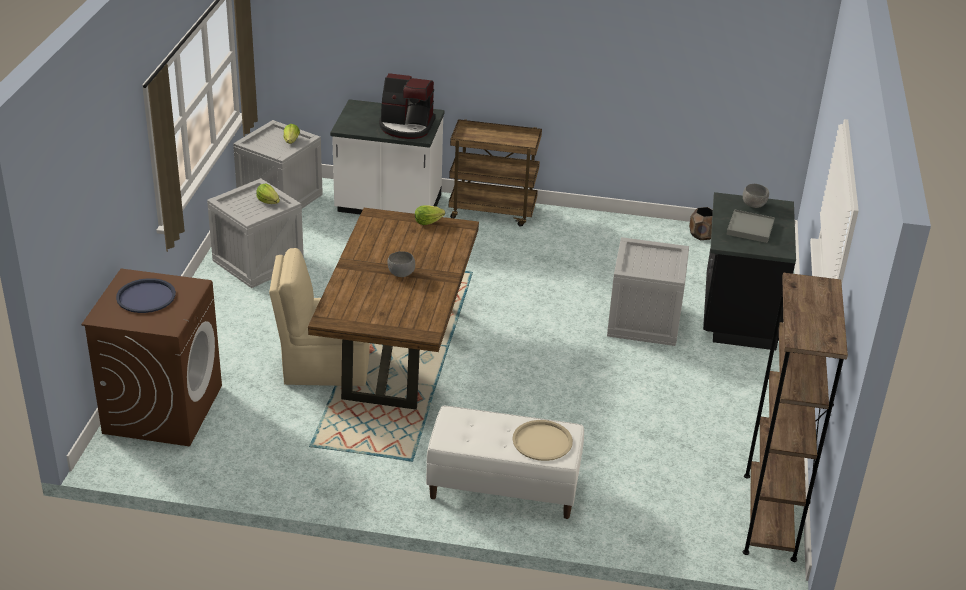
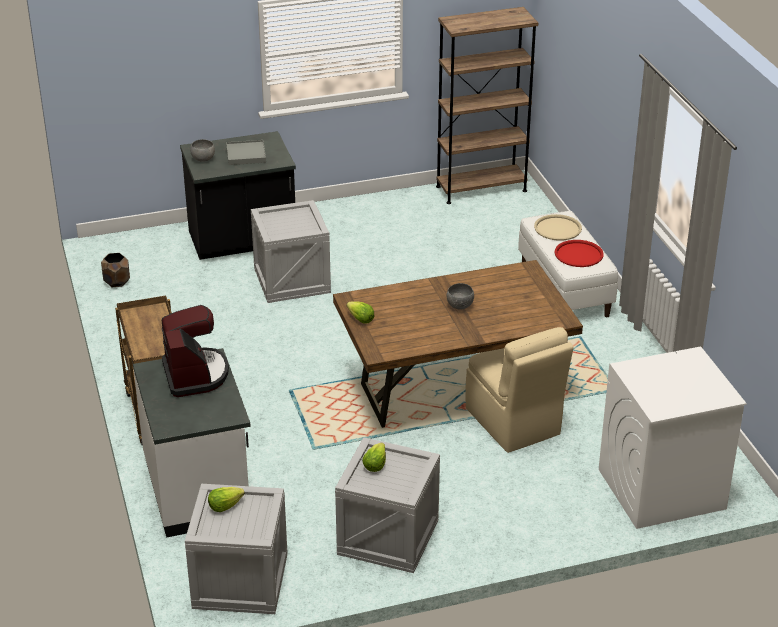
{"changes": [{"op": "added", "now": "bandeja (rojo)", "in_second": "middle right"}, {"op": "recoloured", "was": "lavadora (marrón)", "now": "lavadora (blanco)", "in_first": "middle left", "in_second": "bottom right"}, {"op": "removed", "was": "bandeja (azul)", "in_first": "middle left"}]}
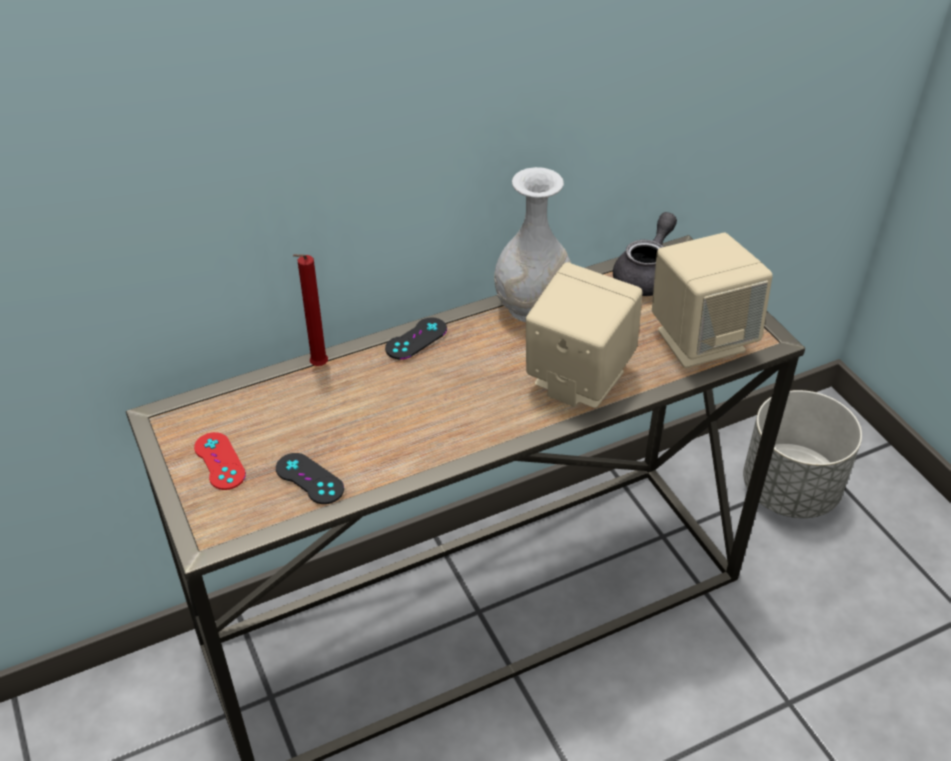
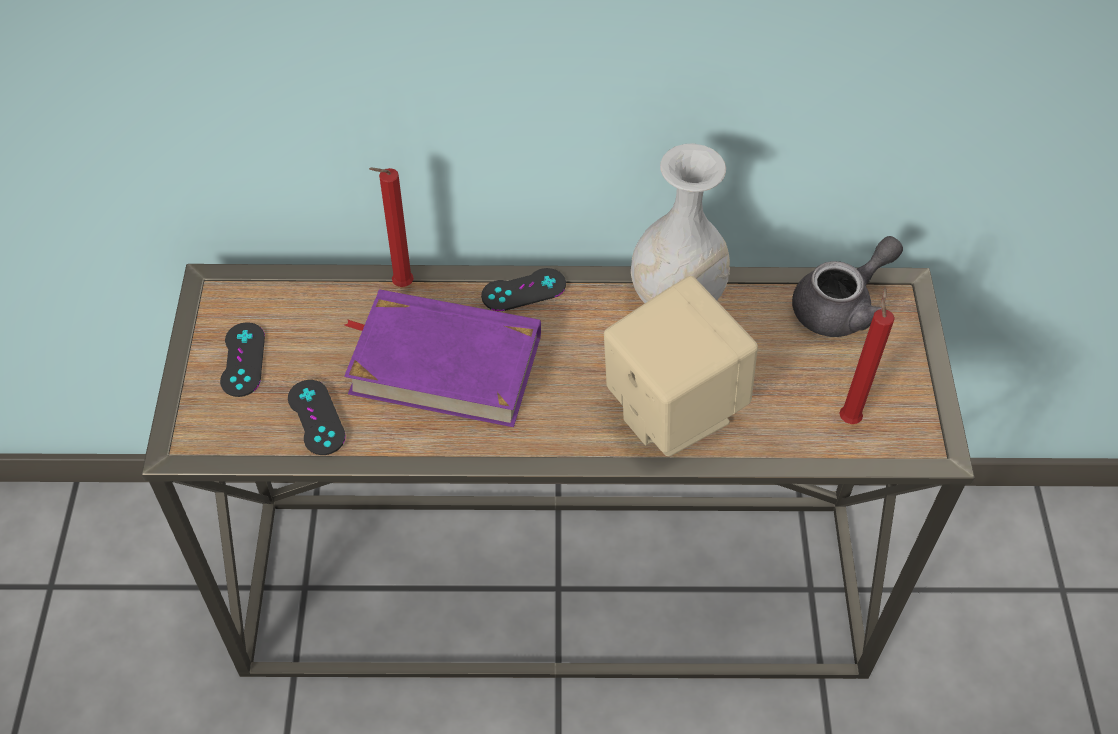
{"changes": [{"op": "recoloured", "was": "mando de consola (rojo)", "now": "mando de consola (negro) (1st from left)", "in_first": "middle left", "in_second": "middle left"}, {"op": "added", "now": "libro (morado)", "in_second": "centre"}, {"op": "replaced", "was": "altavoz (beis) (2nd from left)", "now": "vela (rojo) (2nd from left)", "in_first": "middle right", "in_second": "middle right"}, {"op": "removed", "was": "maceta (gris)", "in_first": "middle right"}]}
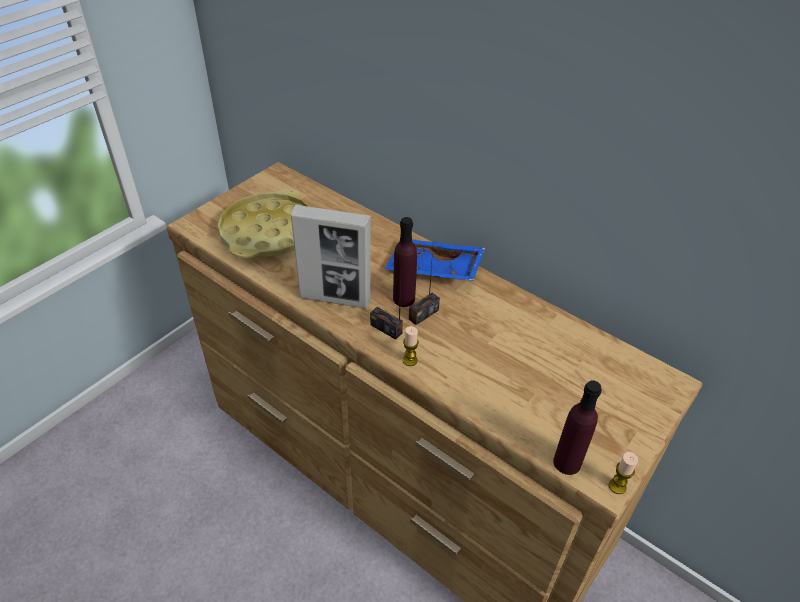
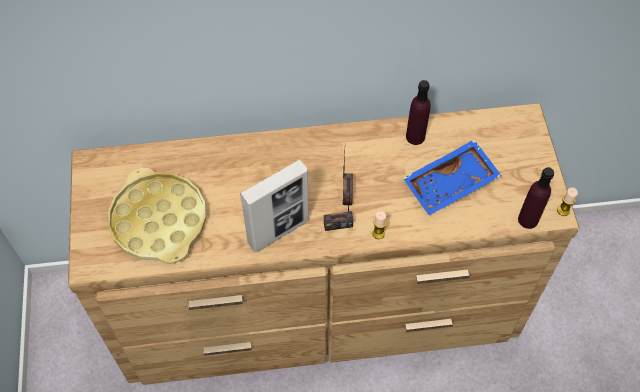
{"changes": [{"op": "moved", "was": "bandeja (azul)", "in_first": "centre", "in_second": "middle right"}, {"op": "moved", "was": "botella (morado) (1st from left)", "in_first": "centre", "in_second": "top centre"}]}
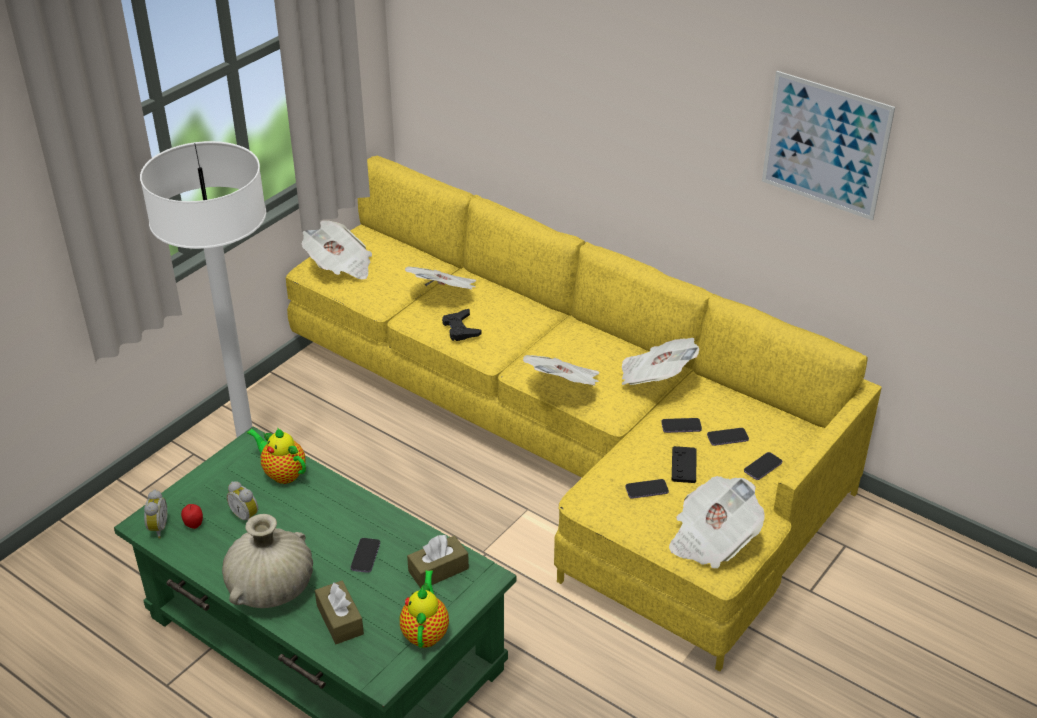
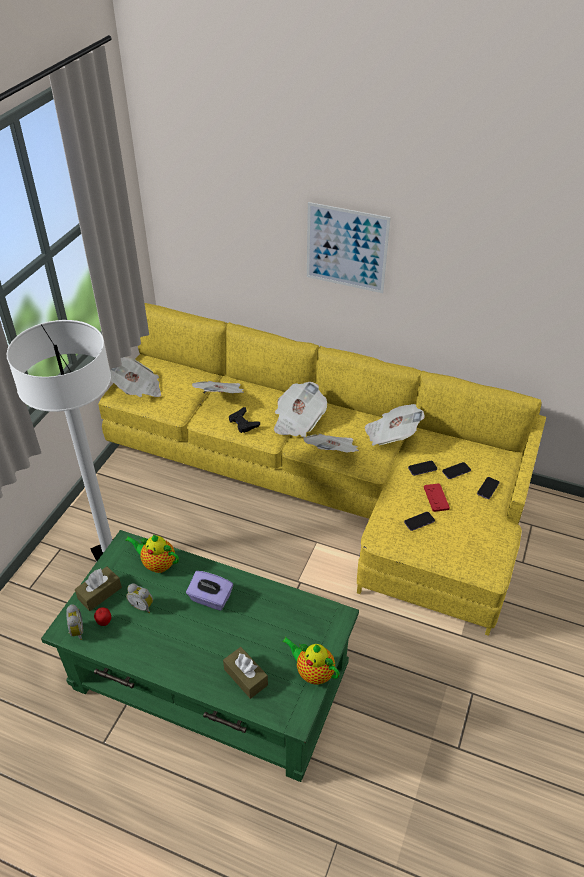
{"changes": [{"op": "moved", "was": "caja de pañuelos (marrón) (2nd from left in the first image)", "now": "caja de pañuelos (marrón) (1st from left)", "in_first": "bottom centre", "in_second": "bottom left"}, {"op": "added", "now": "caja de pañuelos (morado)", "in_second": "bottom centre"}, {"op": "moved", "was": "periódico (5th from left in the first image)", "now": "periódico (3rd from left)", "in_first": "bottom right", "in_second": "centre"}, {"op": "turned", "was": "tetera (2nd from left)", "in_first": "bottom centre", "in_second": "bottom centre", "clockwise": -45}, {"op": "moved", "was": "cuadro", "in_first": "top right", "in_second": "top centre"}, {"op": "recoloured", "was": "mando de consola (negro) (2nd from left)", "now": "mando de consola (rojo)", "in_first": "centre", "in_second": "middle right"}, {"op": "removed", "was": "florero (beis)", "in_first": "bottom left"}, {"op": "removed", "was": "móvil (1st from left)", "in_first": "bottom centre"}]}
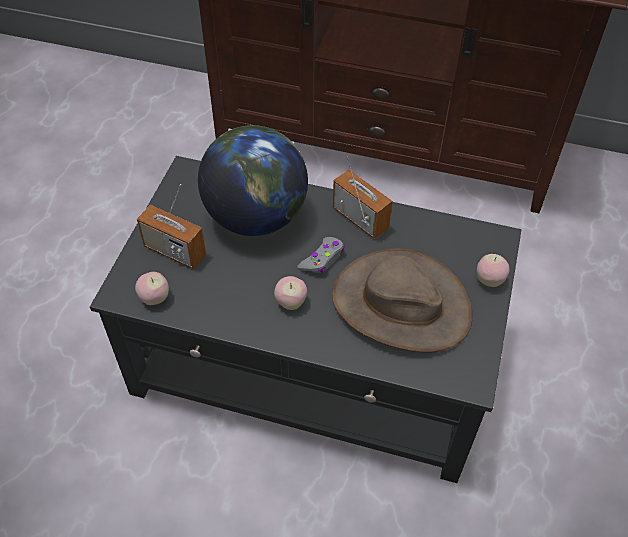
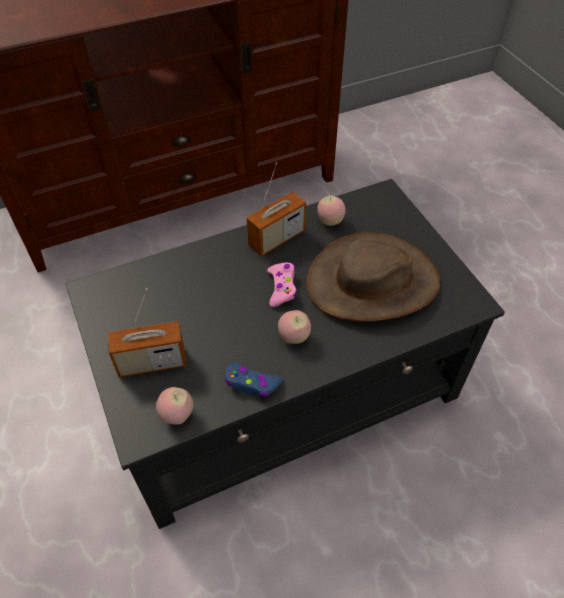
{"changes": [{"op": "added", "now": "mando de consola (azul)", "in_second": "centre"}, {"op": "turned", "was": "radio (2nd from left)", "in_first": "centre", "in_second": "centre", "clockwise": 135}, {"op": "recoloured", "was": "mando de consola (gris)", "now": "mando de consola (rosa)", "in_first": "centre", "in_second": "centre"}, {"op": "moved", "was": "manzana (3rd from left)", "in_first": "middle right", "in_second": "centre"}, {"op": "removed", "was": "globo terráqueo", "in_first": "centre"}]}
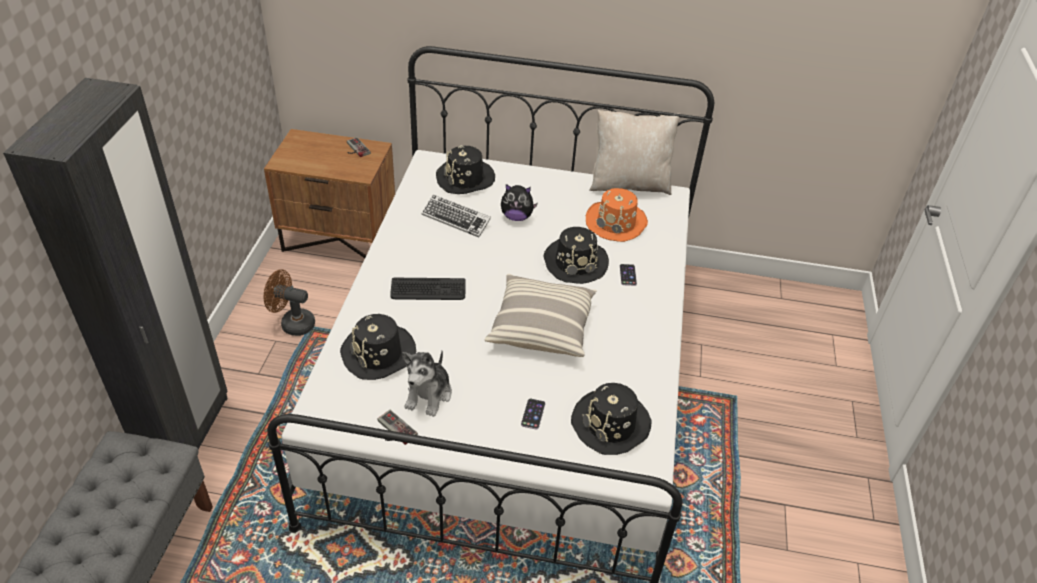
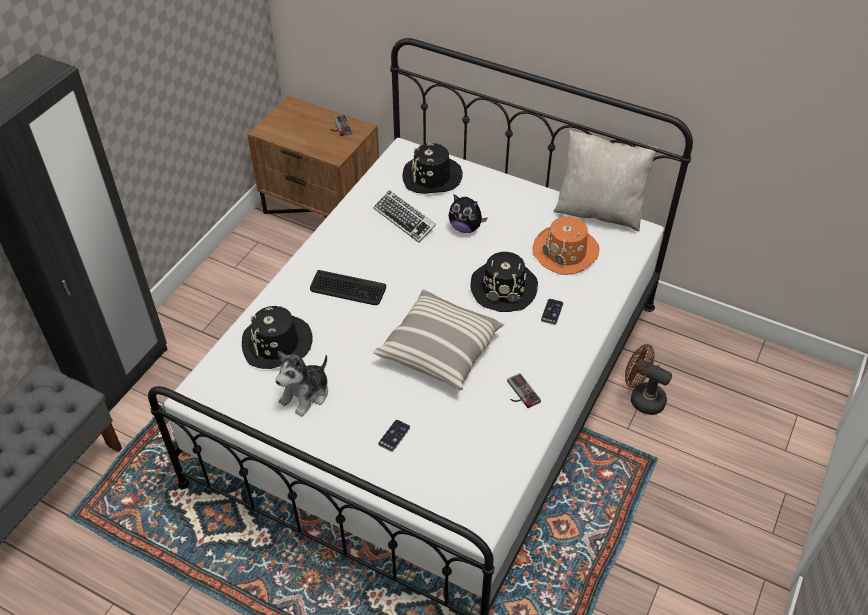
{"changes": [{"op": "moved", "was": "mando de consola (2nd from left)", "in_first": "bottom centre", "in_second": "centre"}, {"op": "moved", "was": "ventilador (marrón)", "in_first": "middle left", "in_second": "middle right"}, {"op": "removed", "was": "sombrero (negro) (4th from left)", "in_first": "bottom centre"}]}
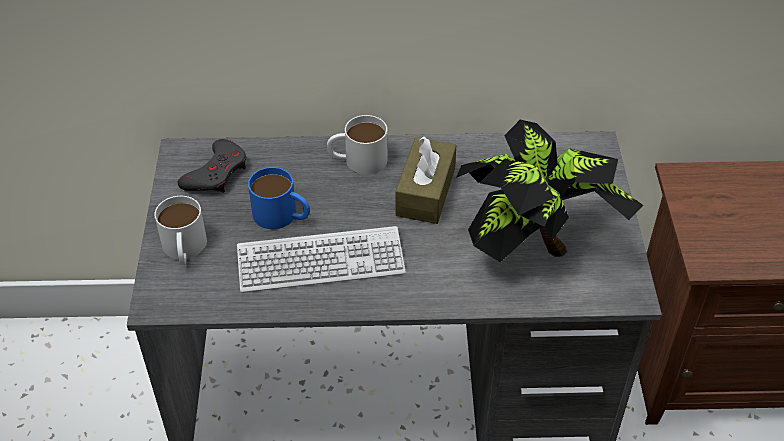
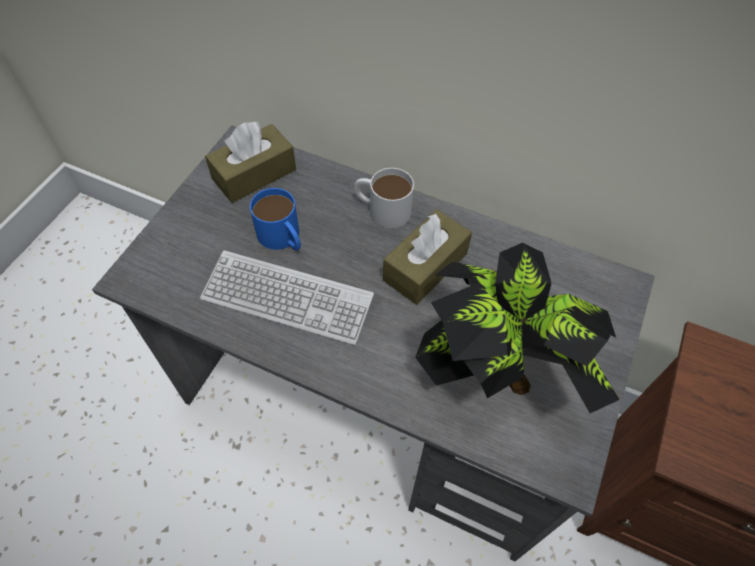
{"changes": [{"op": "replaced", "was": "mando de consola (gris)", "now": "caja de pañuelos (marrón) (1st from left)", "in_first": "middle left", "in_second": "top left"}, {"op": "removed", "was": "taza grande (blanco) (1st from left)", "in_first": "middle left"}]}
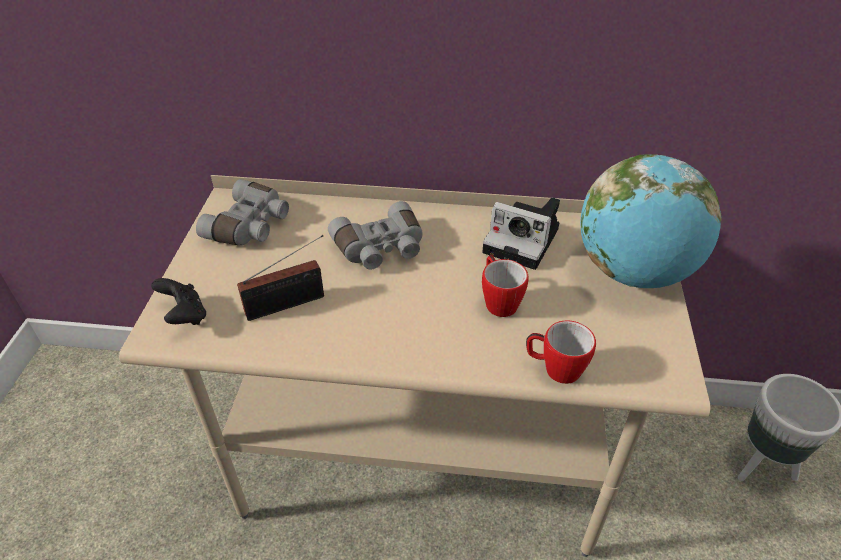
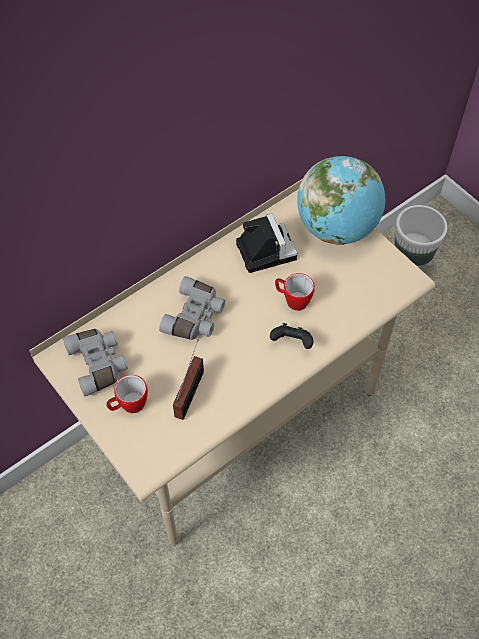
{"changes": [{"op": "moved", "was": "taza grande (2nd from left in the first image)", "now": "taza grande (1st from left)", "in_first": "middle right", "in_second": "middle left"}, {"op": "turned", "was": "cámara", "in_first": "centre", "in_second": "centre", "clockwise": -90}, {"op": "moved", "was": "mando de consola (negro)", "in_first": "middle left", "in_second": "centre"}]}
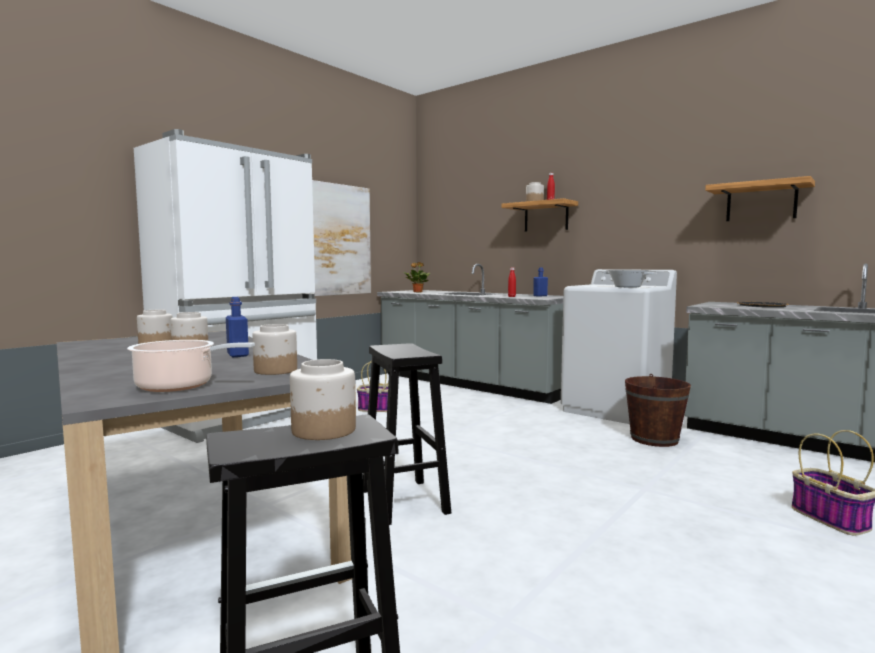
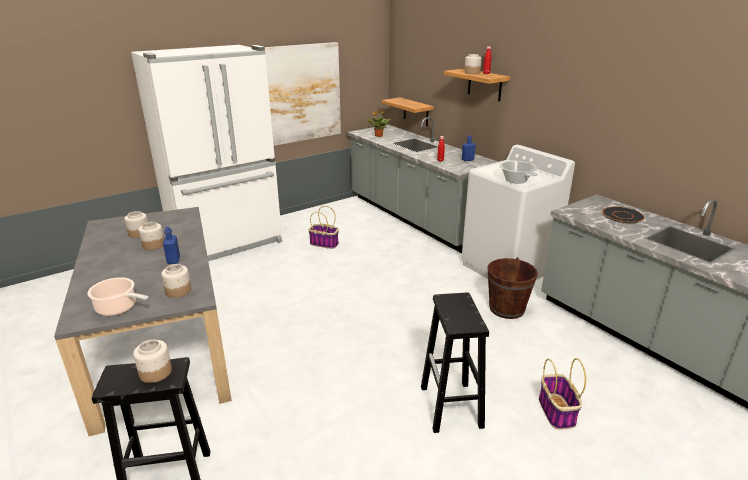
{"changes": [{"op": "moved", "was": "estante (2nd from left in the first image)", "now": "estante (1st from left)", "in_first": "top right", "in_second": "top centre"}, {"op": "moved", "was": "taburete (negro) (2nd from left)", "in_first": "centre", "in_second": "bottom centre"}]}
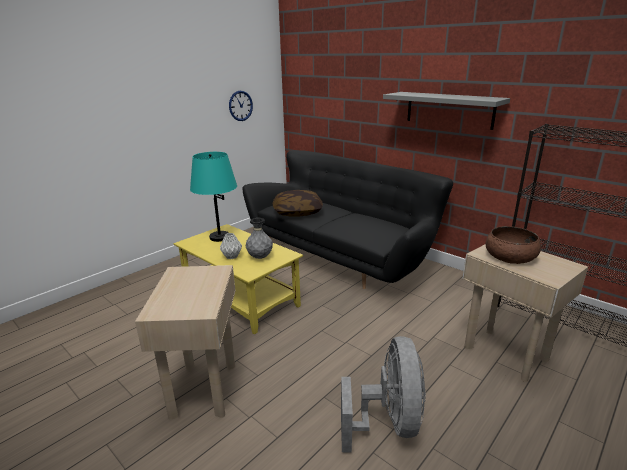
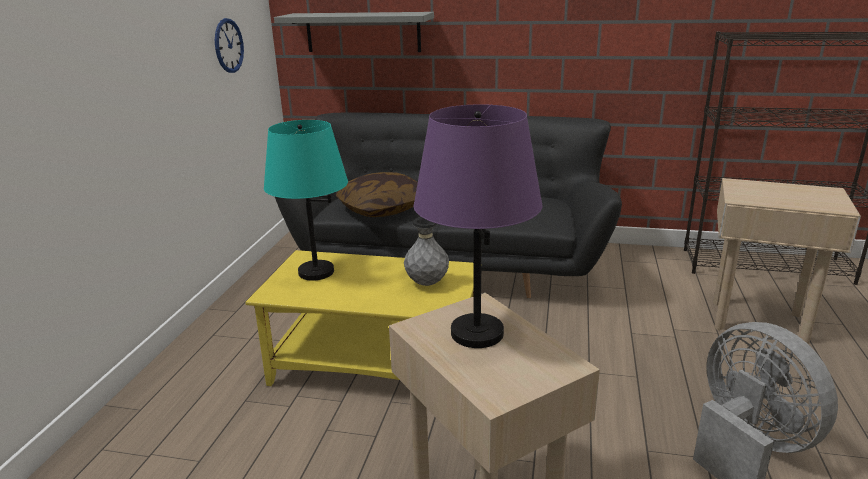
{"changes": [{"op": "moved", "was": "estante (gris)", "in_first": "top right", "in_second": "top centre"}, {"op": "added", "now": "lámpara de mesa (morado)", "in_second": "centre"}, {"op": "removed", "was": "florero (gris) (1st from left)", "in_first": "centre"}, {"op": "removed", "was": "cuenco (marrón)", "in_first": "middle right"}]}
